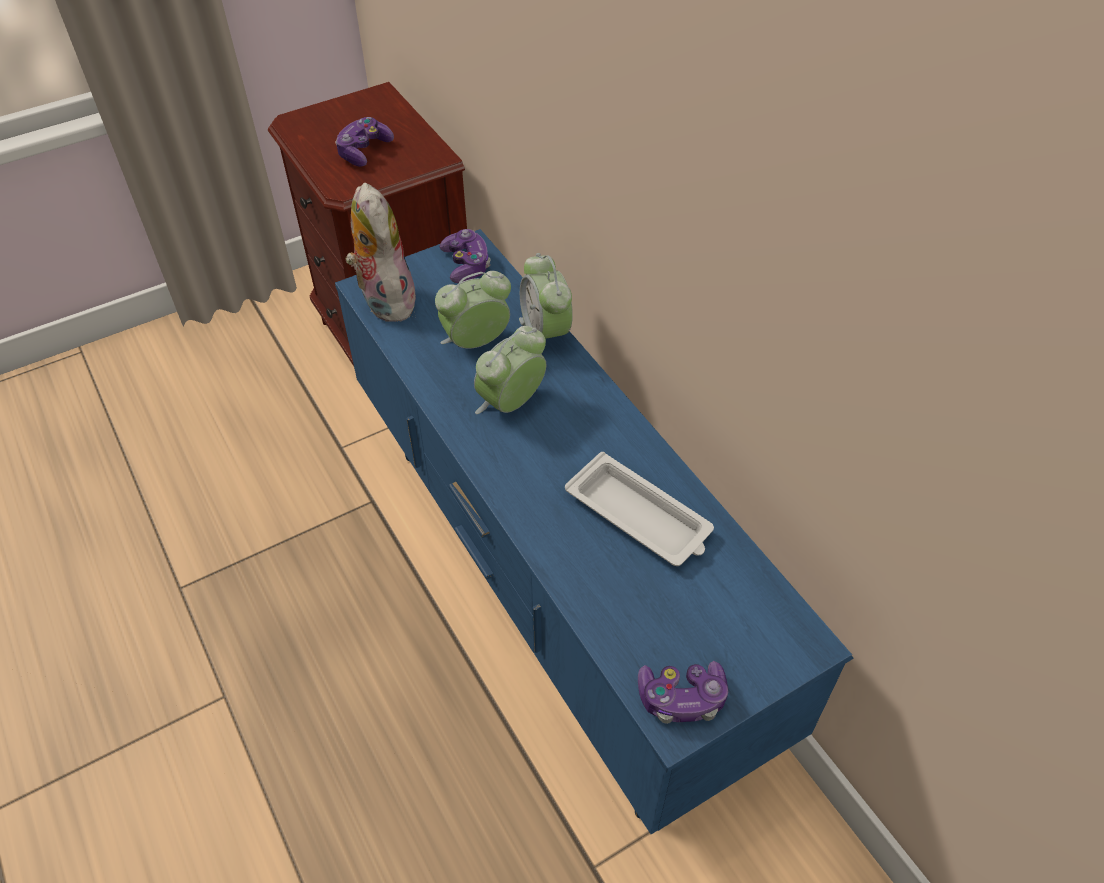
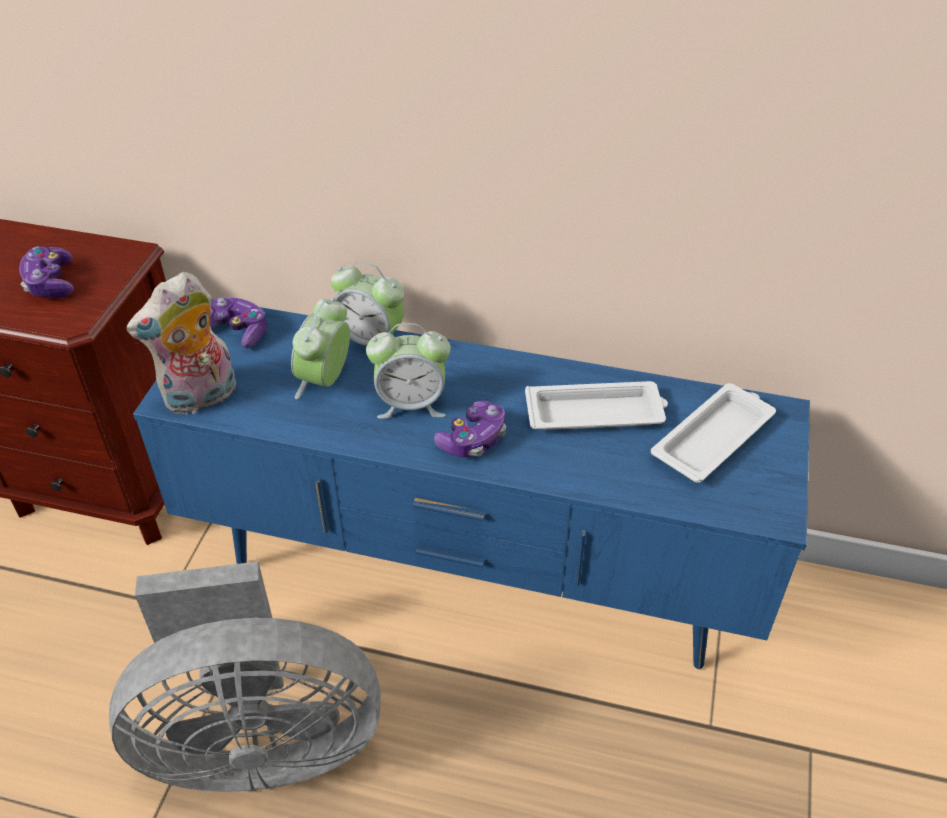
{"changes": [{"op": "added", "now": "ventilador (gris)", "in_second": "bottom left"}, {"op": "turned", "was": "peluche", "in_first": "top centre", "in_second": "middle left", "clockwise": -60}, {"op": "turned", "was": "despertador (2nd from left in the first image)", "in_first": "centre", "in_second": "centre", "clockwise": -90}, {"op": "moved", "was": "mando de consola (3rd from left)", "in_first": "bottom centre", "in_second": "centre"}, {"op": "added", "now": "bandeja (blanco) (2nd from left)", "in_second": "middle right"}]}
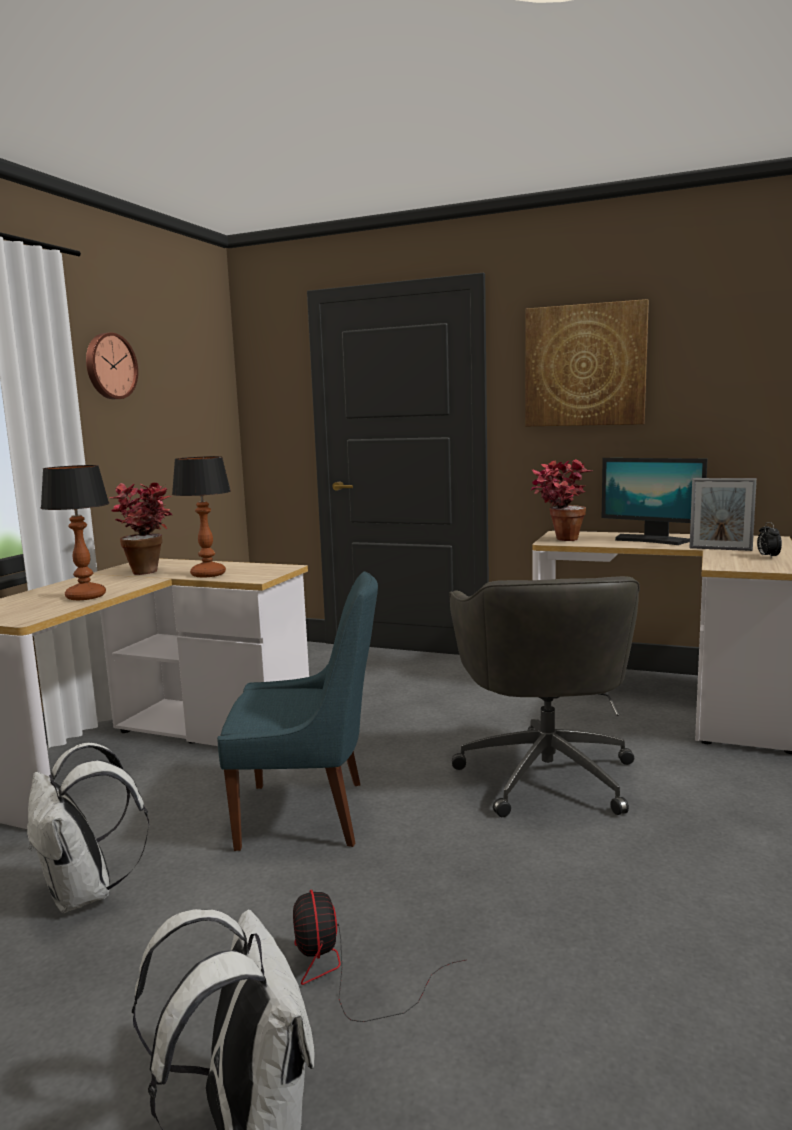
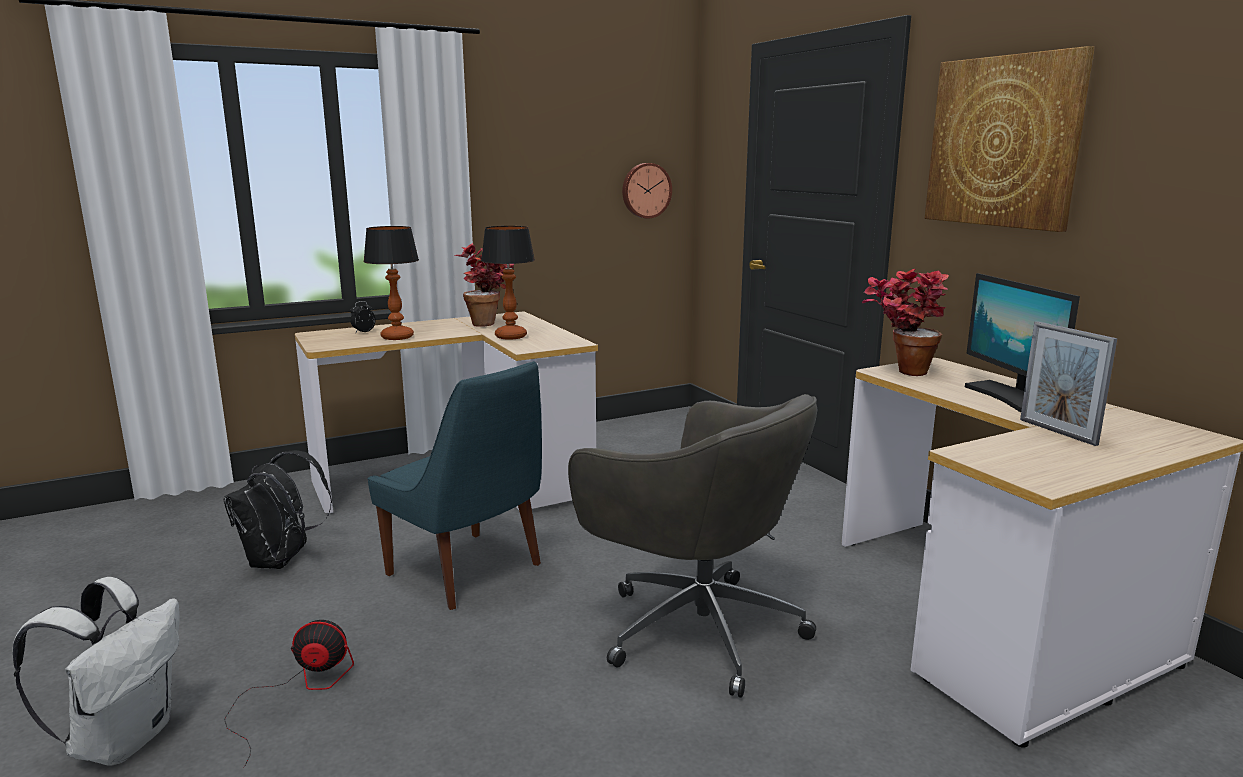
{"changes": [{"op": "recoloured", "was": "mochila (blanco) (1st from left)", "now": "mochila (negro)", "in_first": "bottom left", "in_second": "middle left"}, {"op": "turned", "was": "ventilador", "in_first": "bottom centre", "in_second": "bottom left", "clockwise": 60}, {"op": "moved", "was": "despertador", "in_first": "middle right", "in_second": "middle left"}, {"op": "turned", "was": "silla de oficina (gris)", "in_first": "middle right", "in_second": "bottom centre", "clockwise": -90}, {"op": "moved", "was": "reloj de pared", "in_first": "top left", "in_second": "top centre"}]}
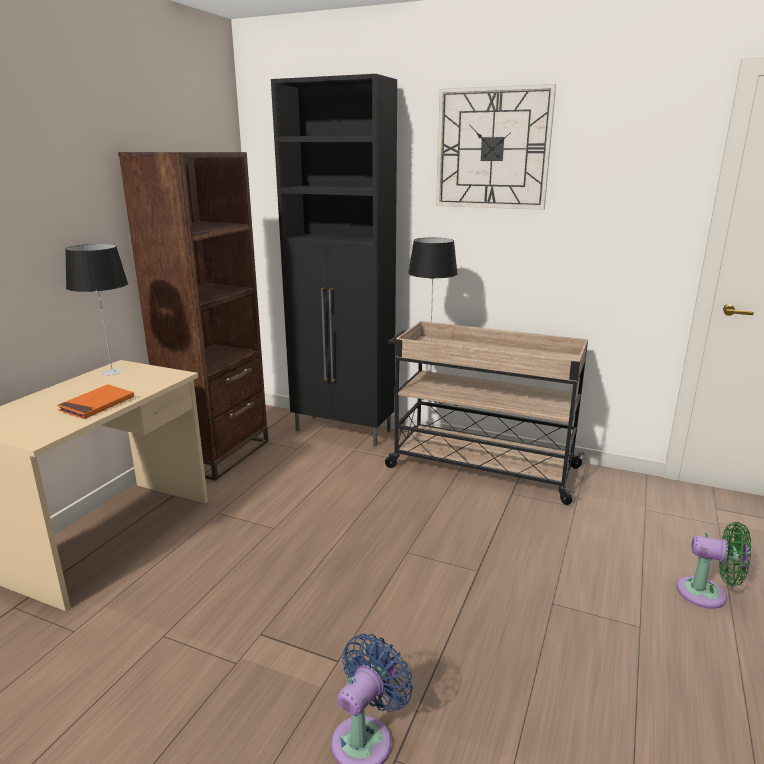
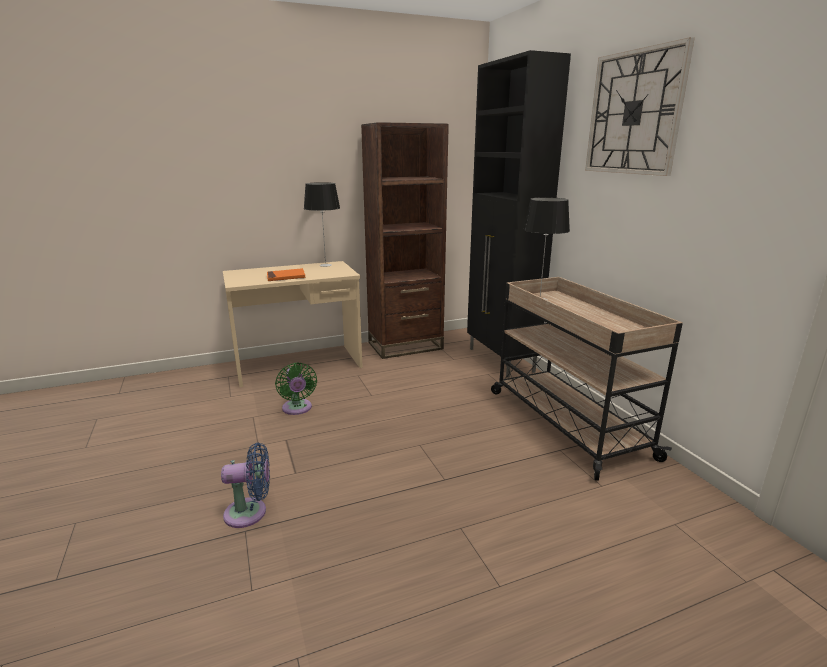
{"changes": [{"op": "moved", "was": "ventilador (verde)", "in_first": "bottom right", "in_second": "centre"}]}
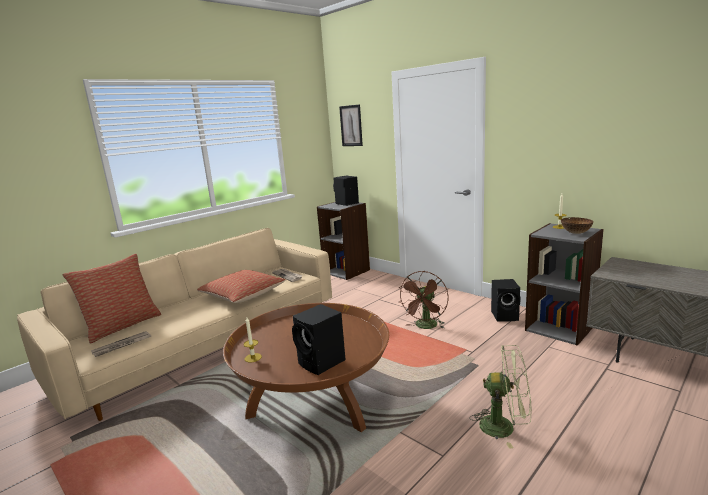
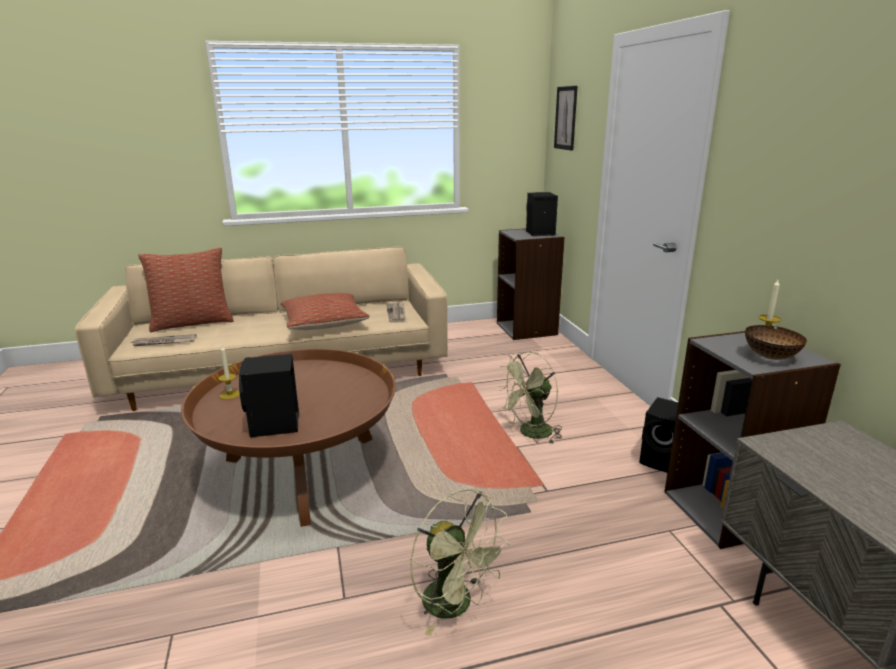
{"changes": [{"op": "recoloured", "was": "ventilador (marrón)", "now": "ventilador (verde) (2nd from left)", "in_first": "centre", "in_second": "centre"}]}
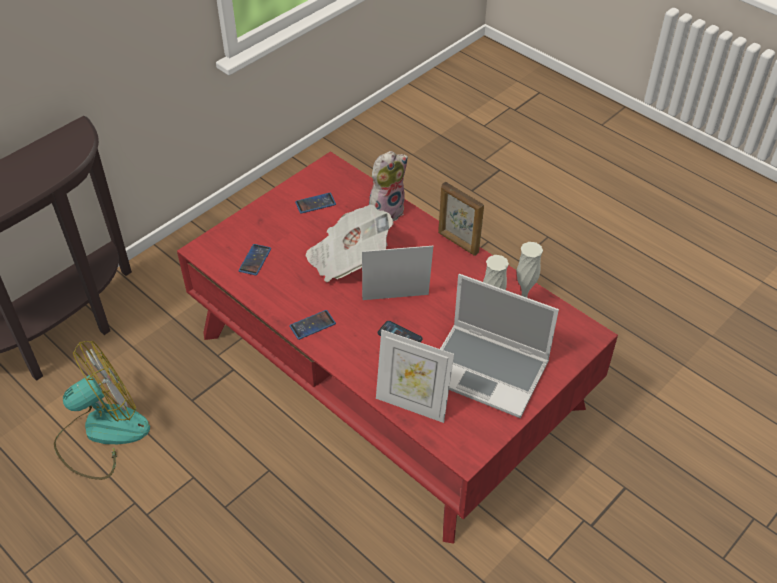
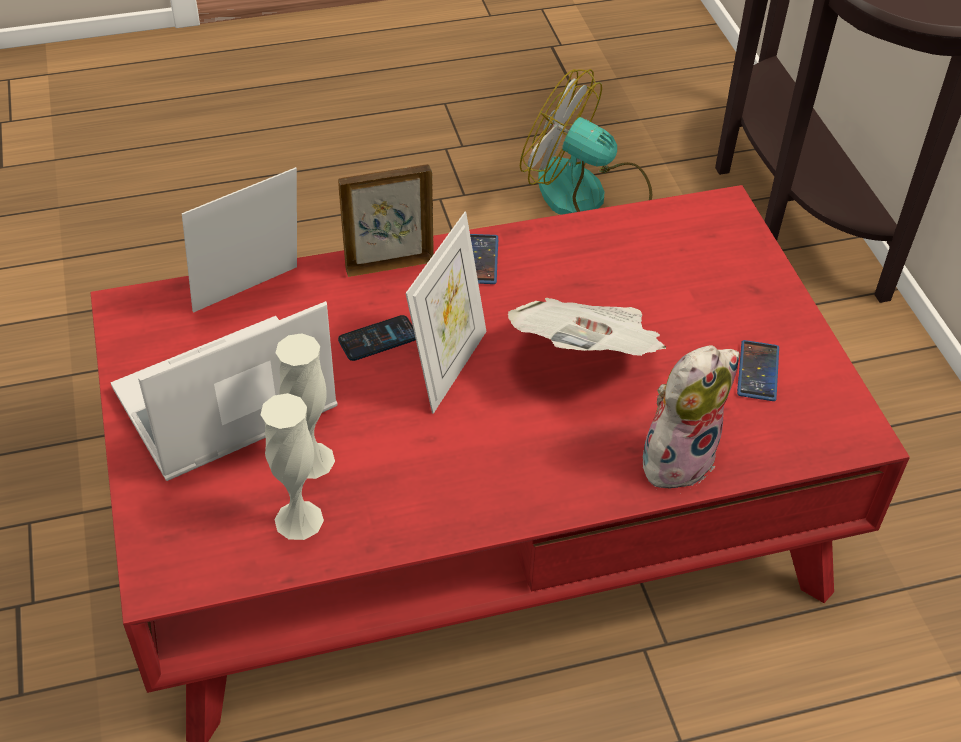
{"changes": [{"op": "moved", "was": "portarretratos (3rd from left in the first image)", "now": "portarretratos (2nd from left)", "in_first": "centre", "in_second": "top centre"}, {"op": "turned", "was": "ventilador", "in_first": "bottom left", "in_second": "top centre", "clockwise": 120}, {"op": "turned", "was": "peluche", "in_first": "top centre", "in_second": "middle right", "clockwise": -120}, {"op": "removed", "was": "móvil (1st from left)", "in_first": "middle left"}]}
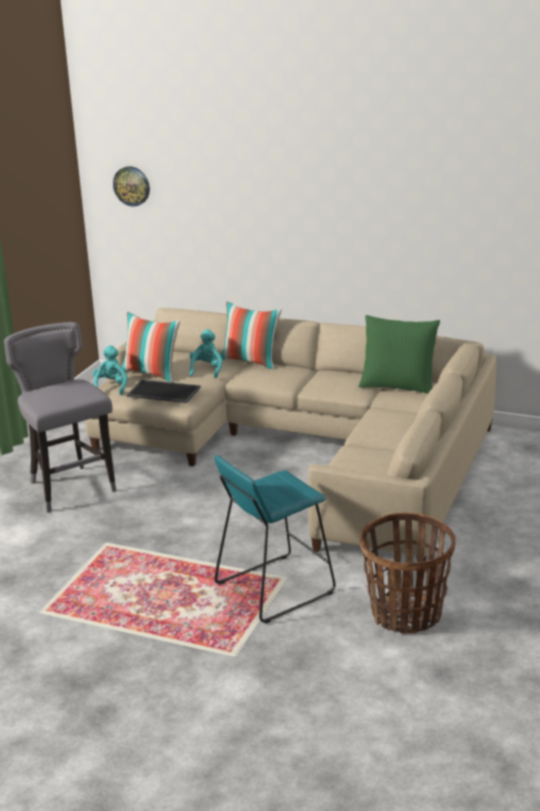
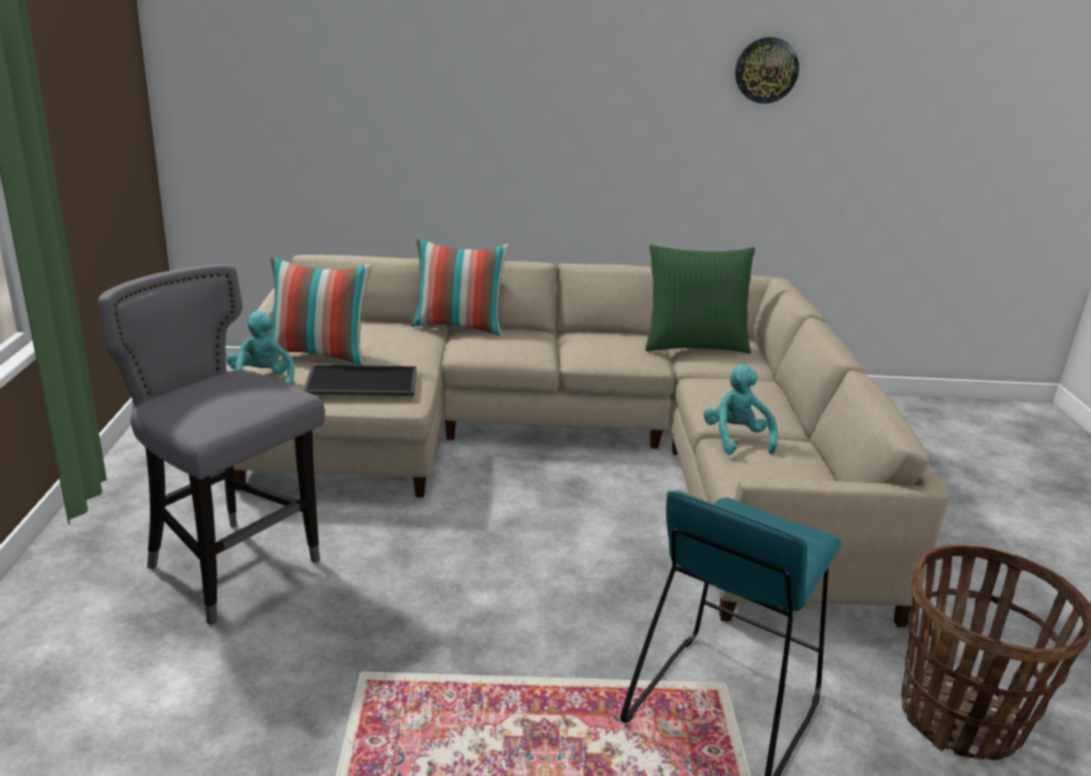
{"changes": [{"op": "moved", "was": "peluche (turquesa) (2nd from left)", "in_first": "centre", "in_second": "middle right"}, {"op": "moved", "was": "reloj de pared", "in_first": "top left", "in_second": "top right"}]}
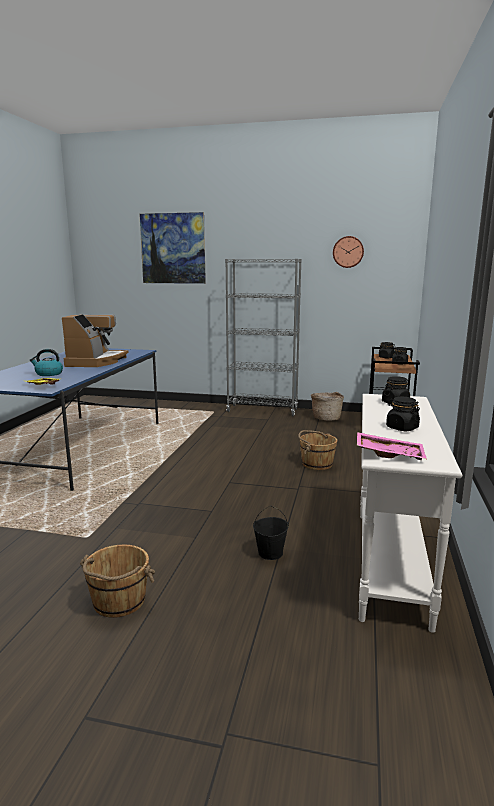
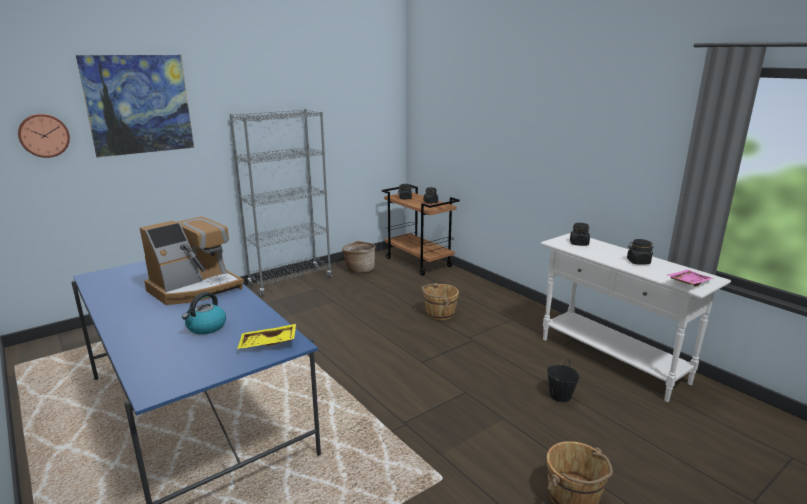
{"changes": [{"op": "moved", "was": "reloj de pared", "in_first": "top right", "in_second": "top left"}, {"op": "turned", "was": "cafetera", "in_first": "middle left", "in_second": "middle left", "clockwise": 90}]}
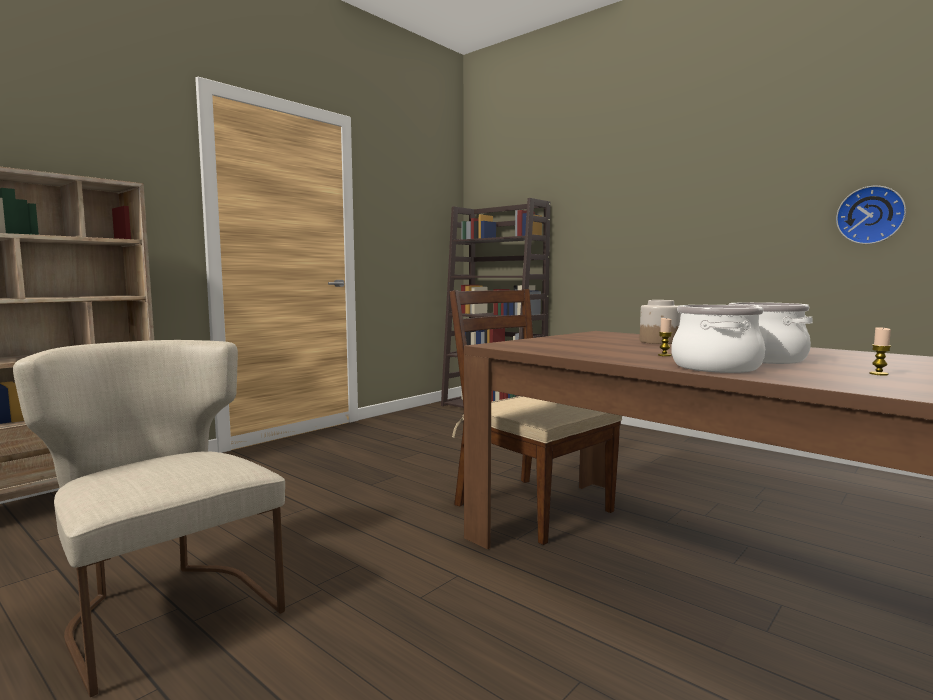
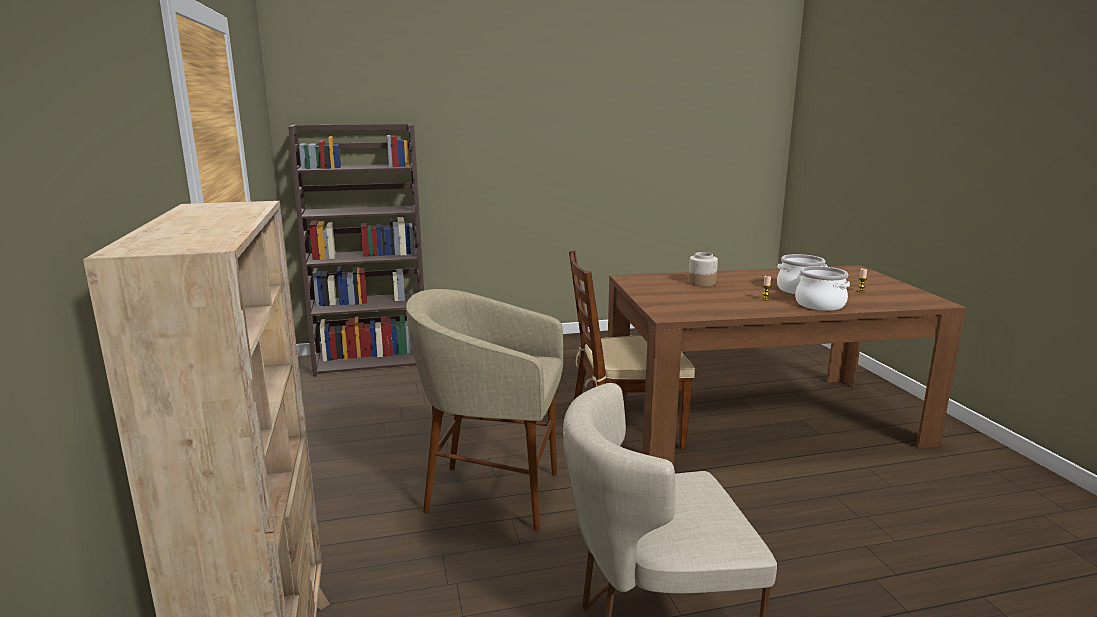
{"changes": [{"op": "added", "now": "taburete (beis)", "in_second": "centre"}, {"op": "removed", "was": "reloj de pared", "in_first": "top right"}]}
